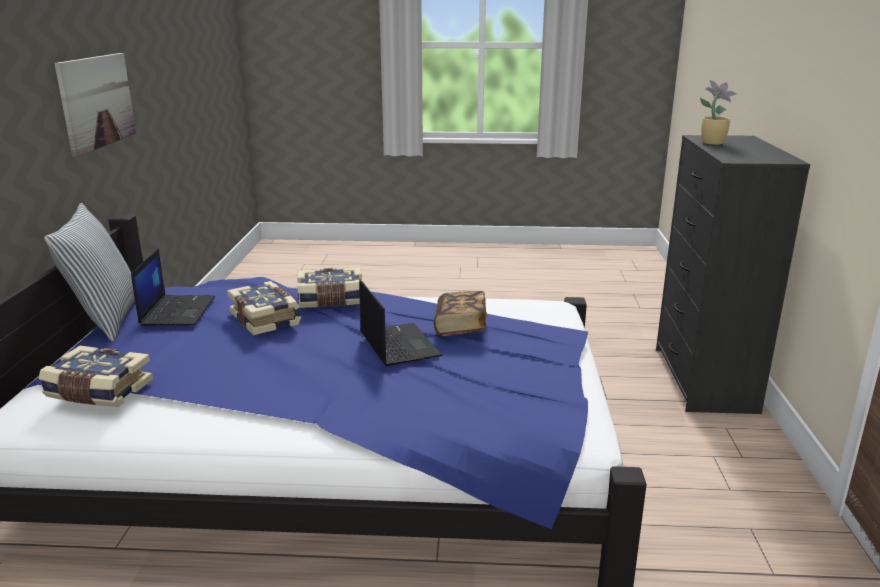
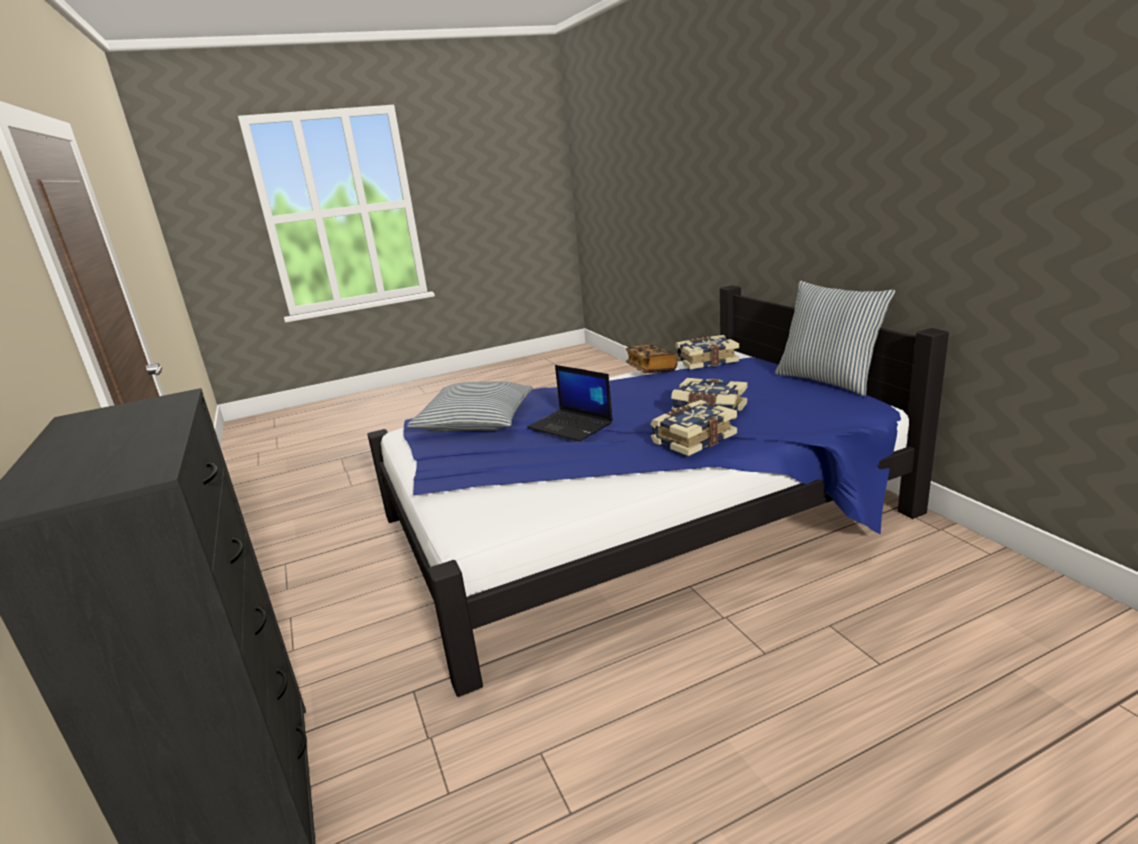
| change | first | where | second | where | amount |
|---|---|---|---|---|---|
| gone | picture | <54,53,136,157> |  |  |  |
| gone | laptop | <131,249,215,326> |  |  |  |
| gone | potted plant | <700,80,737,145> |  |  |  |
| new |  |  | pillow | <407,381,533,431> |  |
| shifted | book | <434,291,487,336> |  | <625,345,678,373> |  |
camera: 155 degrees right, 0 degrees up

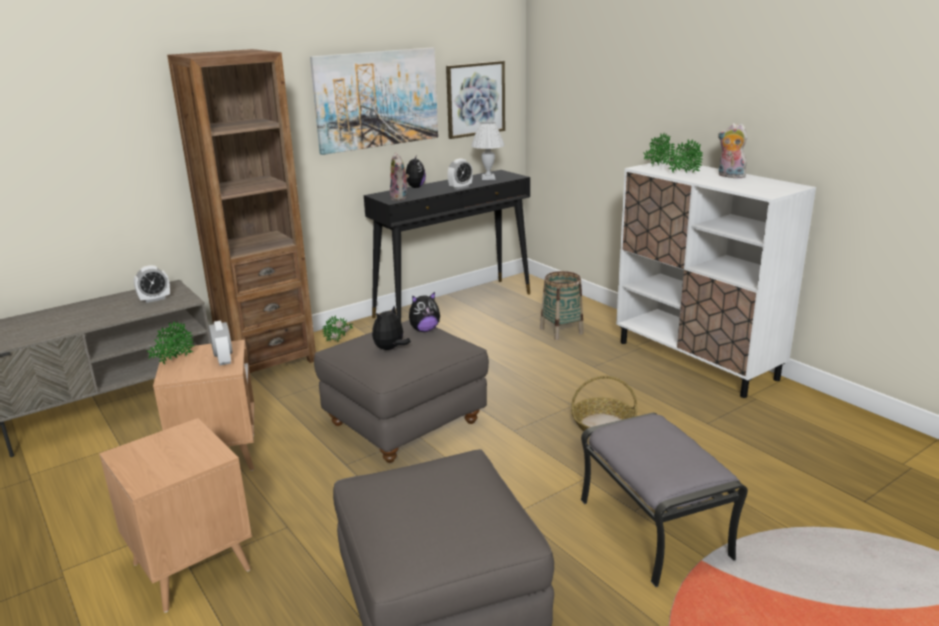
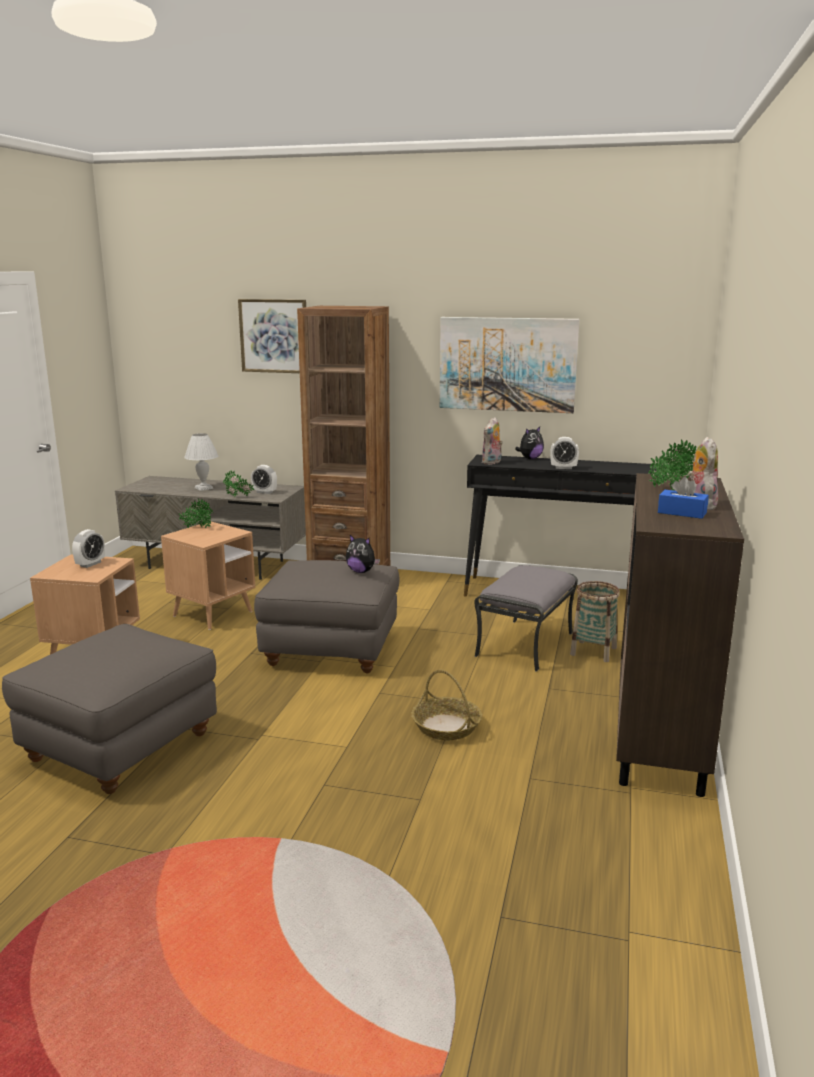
| change | first | where | second | where | amount |
|---|---|---|---|---|---|
| gone | plush toy | <372,306,411,350> |  |  |  |
| new |  |  | tissue box (blue) | <658,477,709,519> |  |
| shifted | alarm clock | <208,320,232,365> |  | <72,529,105,568> |  |
| shifted | potted plant | <323,315,353,342> |  | <223,470,254,497> |  |
| shifted | picture | <446,61,505,139> |  | <238,299,306,373> |  |
| shifted | table lamp (white) | <471,122,505,180> |  | <184,433,218,491> |  |
| shifted | ottoman (grey) | <581,413,748,587> |  | <474,565,578,671> |  |
| repainted | cabinet (white) | <616,159,816,398> | cabinet (brown) | <616,473,744,797> |  |
camera: 50 degrees right, 5 degrees down

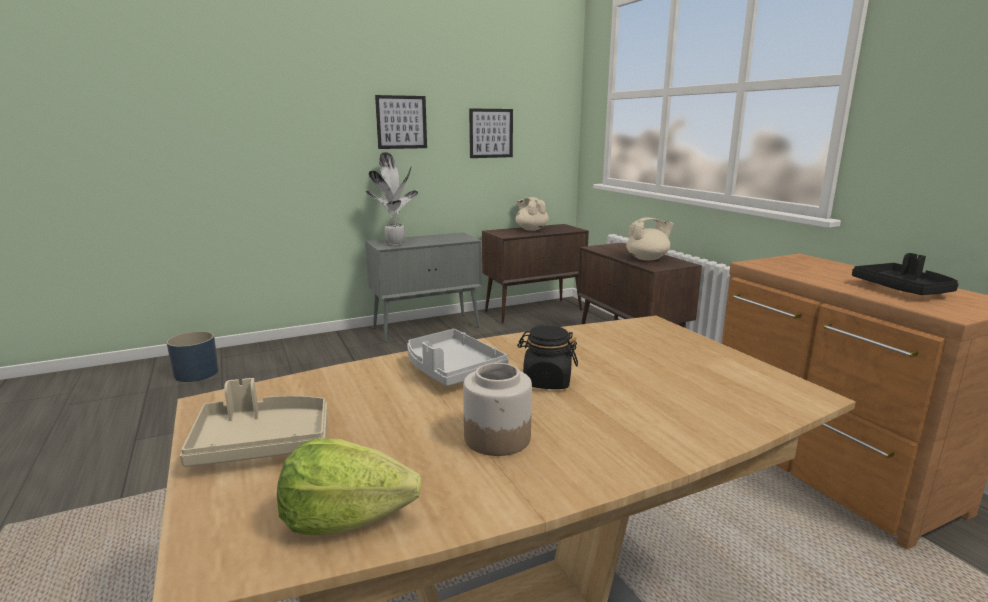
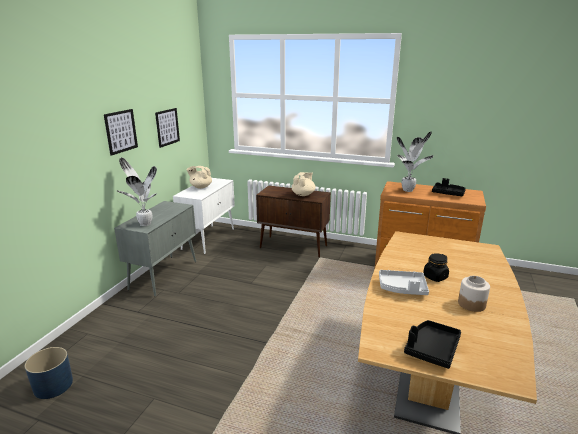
| change | first | where | second | where | amount |
|---|---|---|---|---|---|
| gone | lettuce | <277,439,422,535> |  |  |  |
| new |  |  | potted plant | <397,132,434,192> |  |
| repainted | tray (beige) | <180,378,327,467> | tray (black) | <404,320,461,369> |  |
| repainted | cabinet (brown) | <482,224,589,324> | cabinet (white) | <173,178,235,254> |  |
camera: 45 degrees left, 5 degrees up

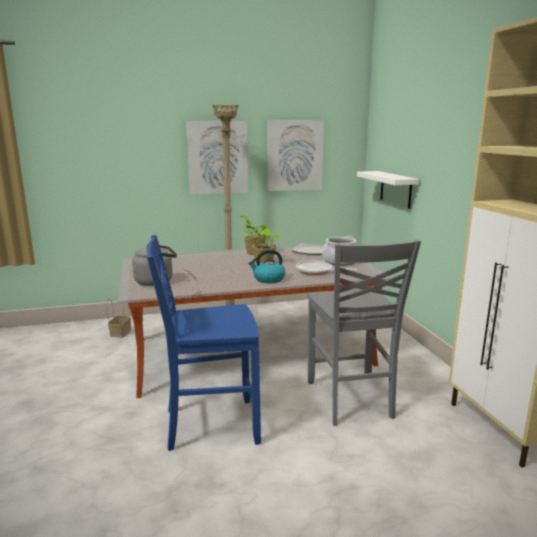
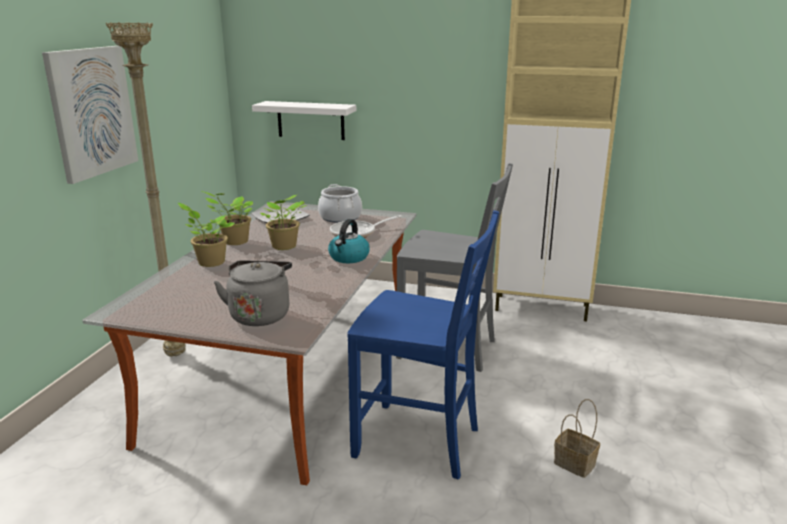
| change | first | where | second | where | amount |
|---|---|---|---|---|---|
| gone | picture | <267,120,324,191> |  |  |  |
| new |  |  | potted plant | <178,203,235,267> |  |
| shifted | basket | <107,299,131,338> |  | <554,399,600,478> |  |
| rotated | chair (blue) | <147,235,261,451> |  | <347,210,499,480> | 90 degrees counterclockwise |
camera: 60 degrees left, 5 degrees up

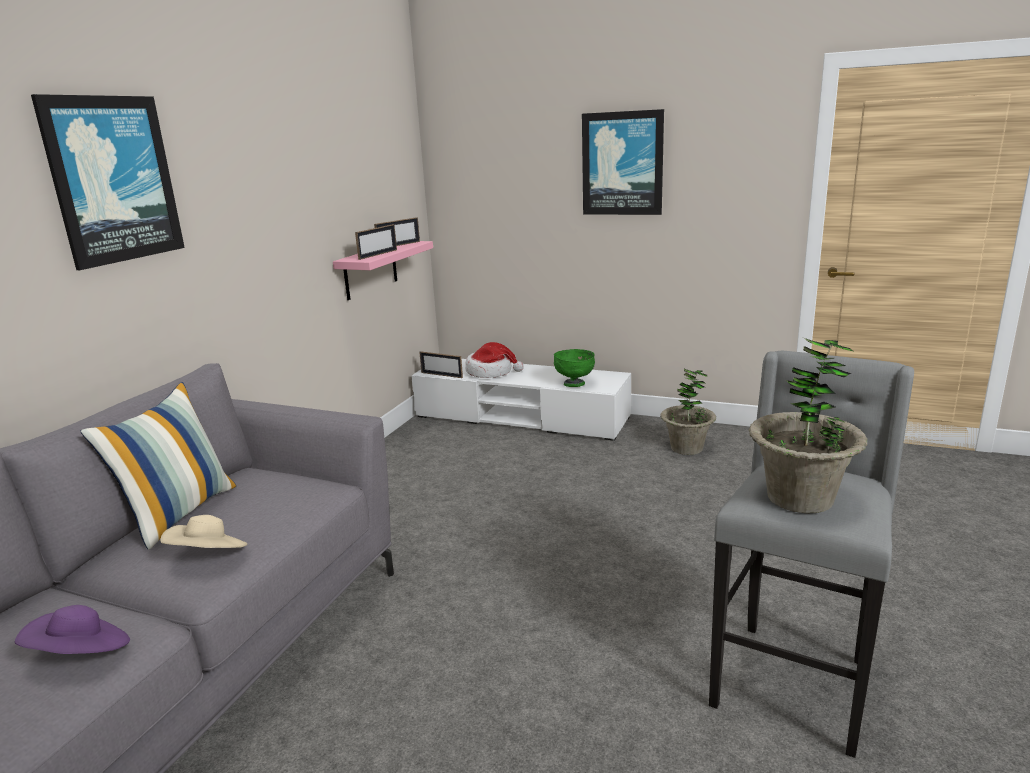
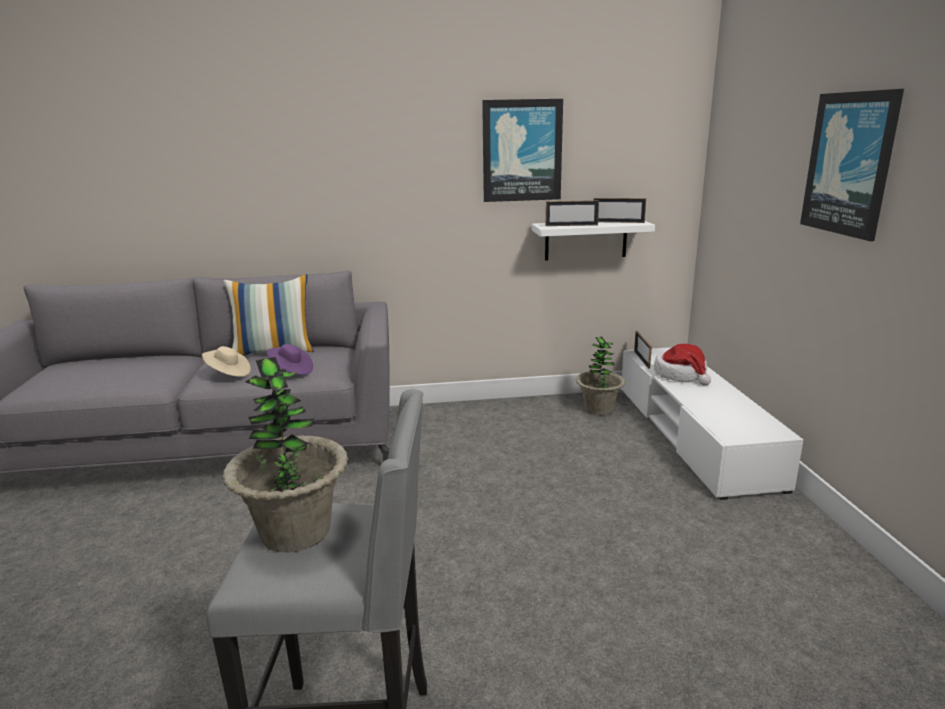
| change | first | where | second | where | amount |
|---|---|---|---|---|---|
| gone | bowl (green) | <554,349,595,387> |  |  |  |
| shifted | hat (purple) | <15,605,130,654> |  | <267,344,313,375> |  |
| shifted | picture | <31,94,185,270> |  | <482,99,563,202> |  |
| shifted | potted plant | <660,368,716,455> |  | <576,337,625,415> |  |
| repainted | shelf (pink) | <333,241,433,300> | shelf (white) | <532,221,655,261> |  |
camera: 60 degrees right, 0 degrees up

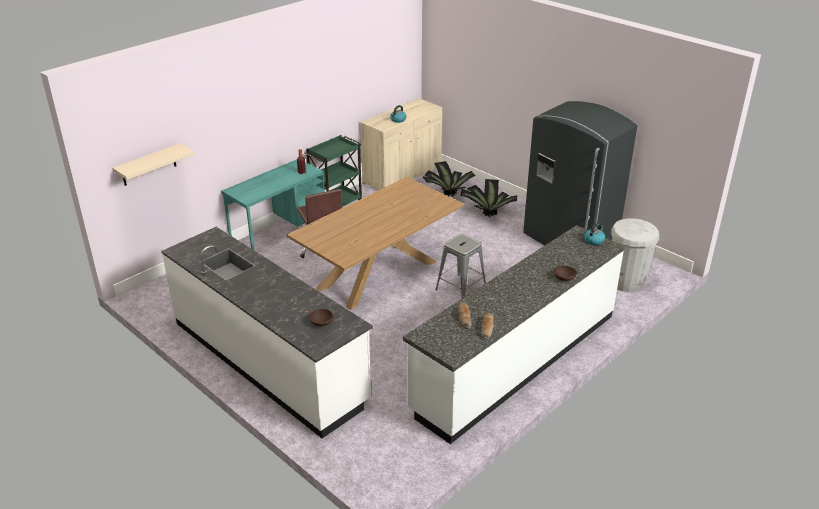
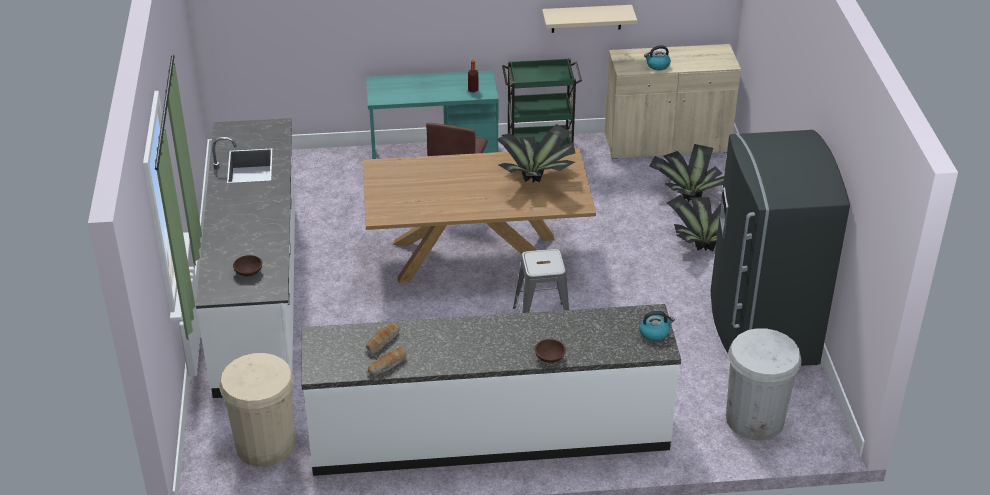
| change | first | where | second | where | amount |
|---|---|---|---|---|---|
| new |  |  | trash can (beige) | <219,353,295,467> |  |
| new |  |  | potted plant | <497,124,575,183> |  |
| shifted | shelf (beige) | <112,143,195,186> |  | <542,5,637,33> |  |
camera: 40 degrees right, 5 degrees up

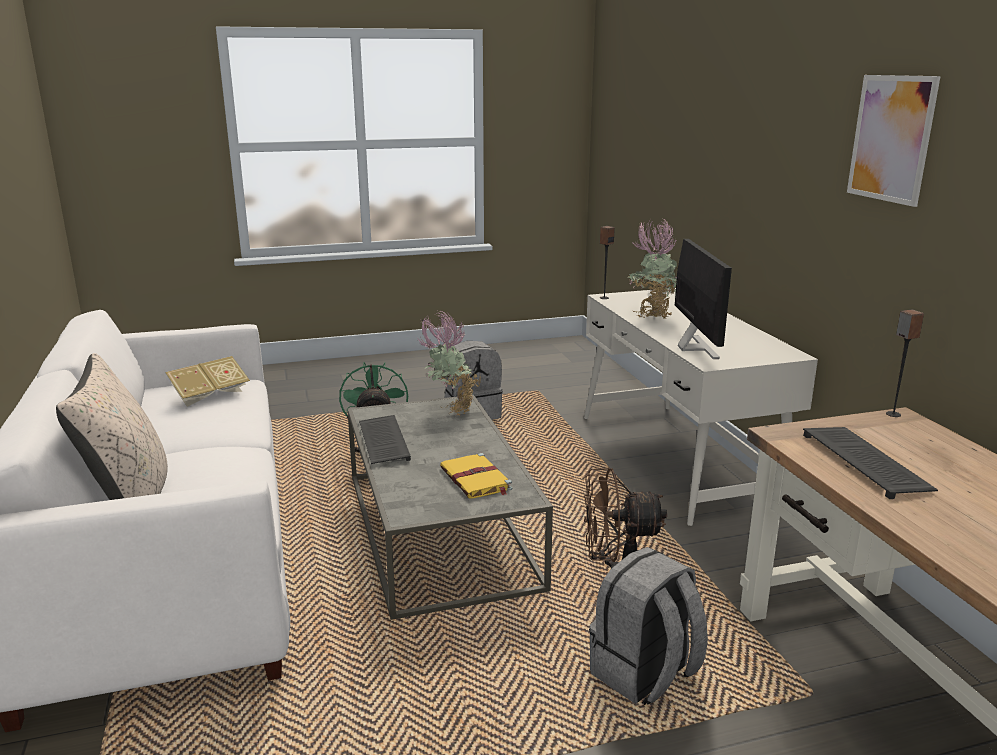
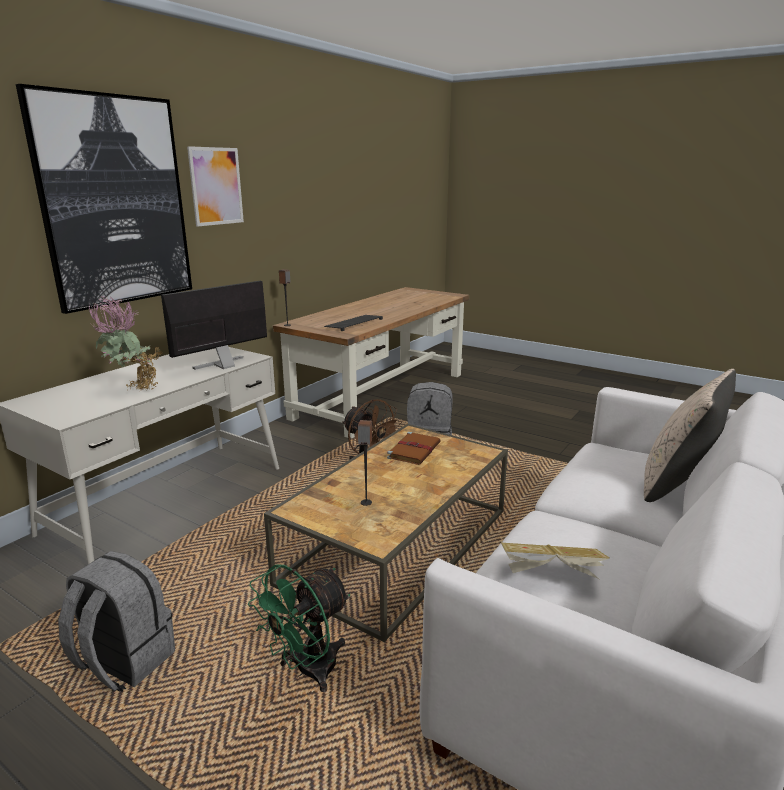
| change | first | where | second | where | amount |
|---|---|---|---|---|---|
| gone | keyboard | <359,415,411,464> |  |  |  |
| gone | potted plant | <418,310,481,416> |  |  |  |
| new |  |  | picture | <16,84,192,314> |  |
| shifted | speaker | <600,226,615,299> |  | <358,420,372,506> |  |
| repainted | coffee table (grey) | <347,395,553,620> | coffee table (brown) | <264,424,508,642> |  |
| repainted | book (yellow) | <440,453,512,499> | book (brown) | <387,432,441,465> |  |
camera: 130 degrees left, 0 degrees up

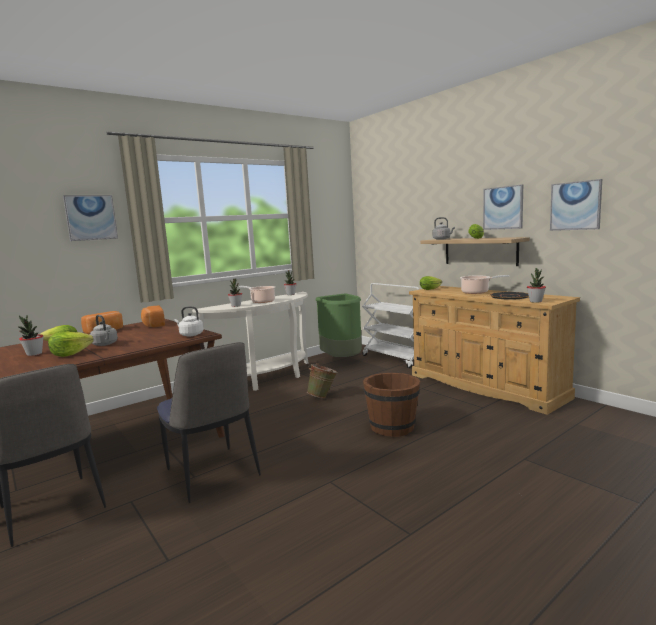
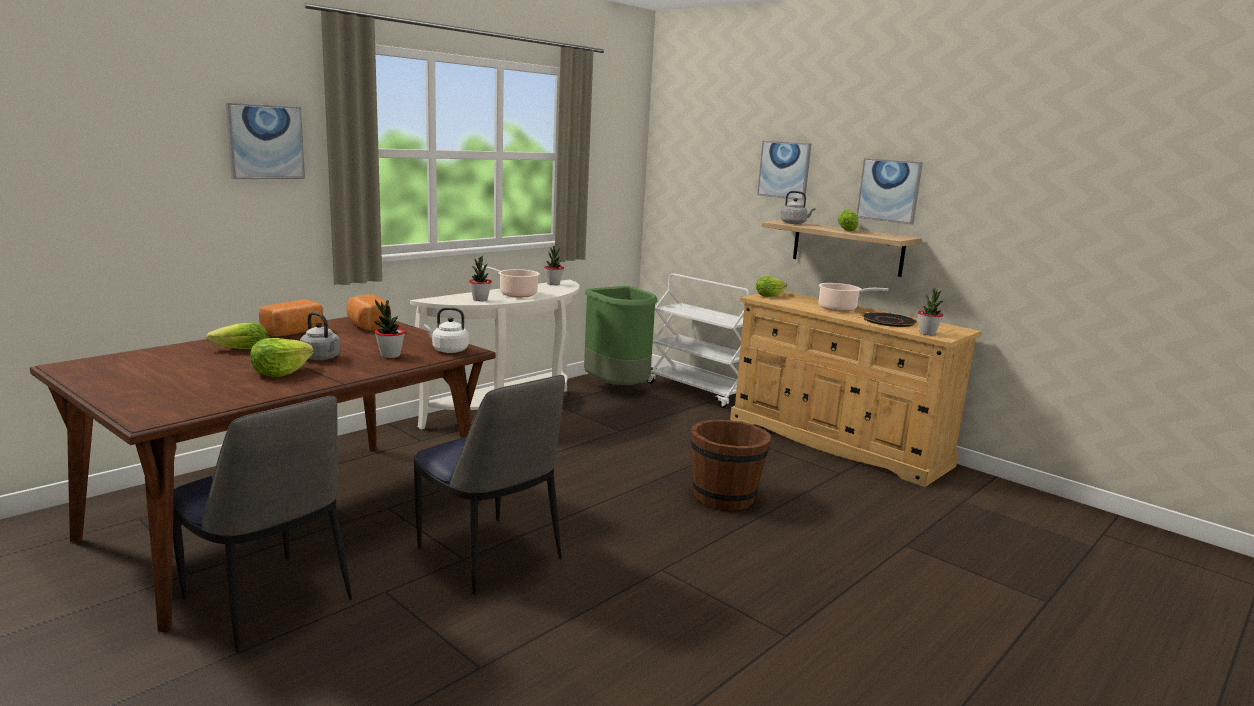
| change | first | where | second | where | amount |
|---|---|---|---|---|---|
| gone | bucket (green) | <307,363,338,398> |  |  |  |
| shifted | potted plant | <19,315,44,356> |  | <374,299,405,358> |  |
| shifted | picture | <550,179,602,231> |  | <757,141,812,200> |  |
camera: 10 degrees left, 5 degrees up

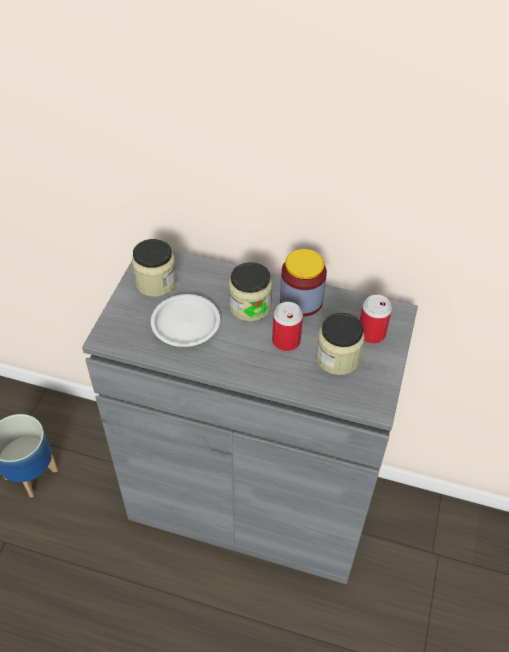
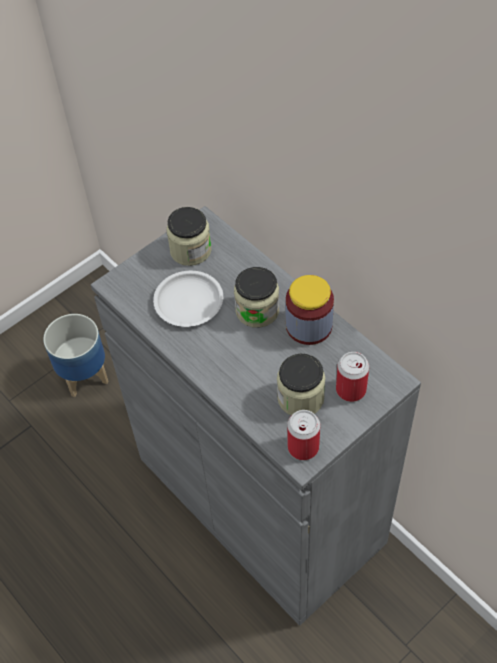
| change | first | where | second | where | amount |
|---|---|---|---|---|---|
| shifted | can | <272,302,303,351> |  | <287,410,320,460> |  |
camera: 35 degrees right, 5 degrees up

